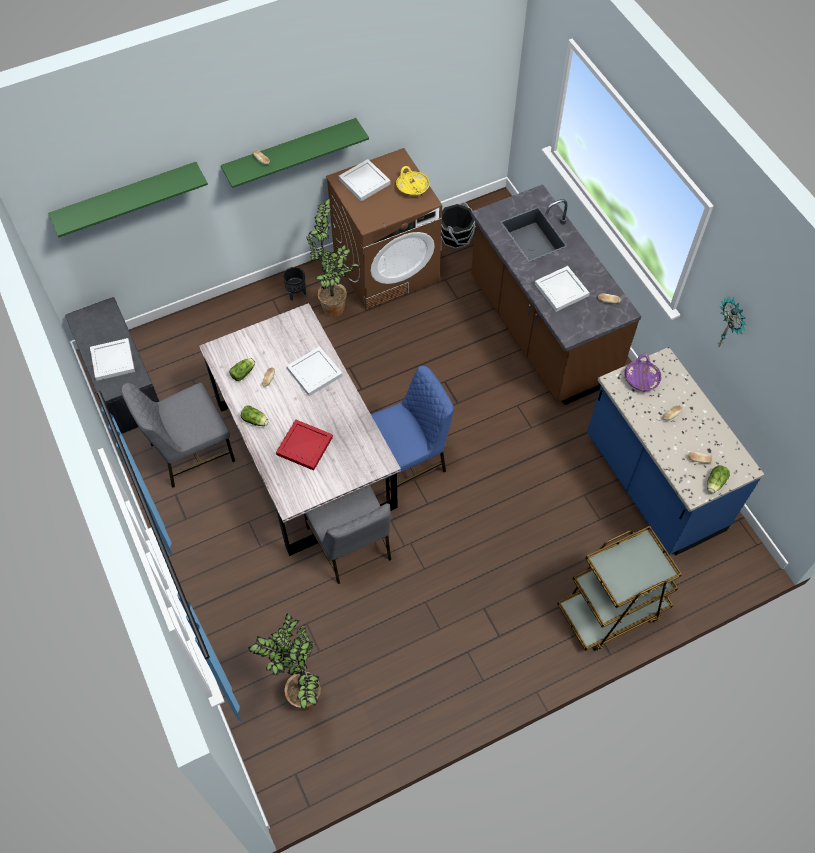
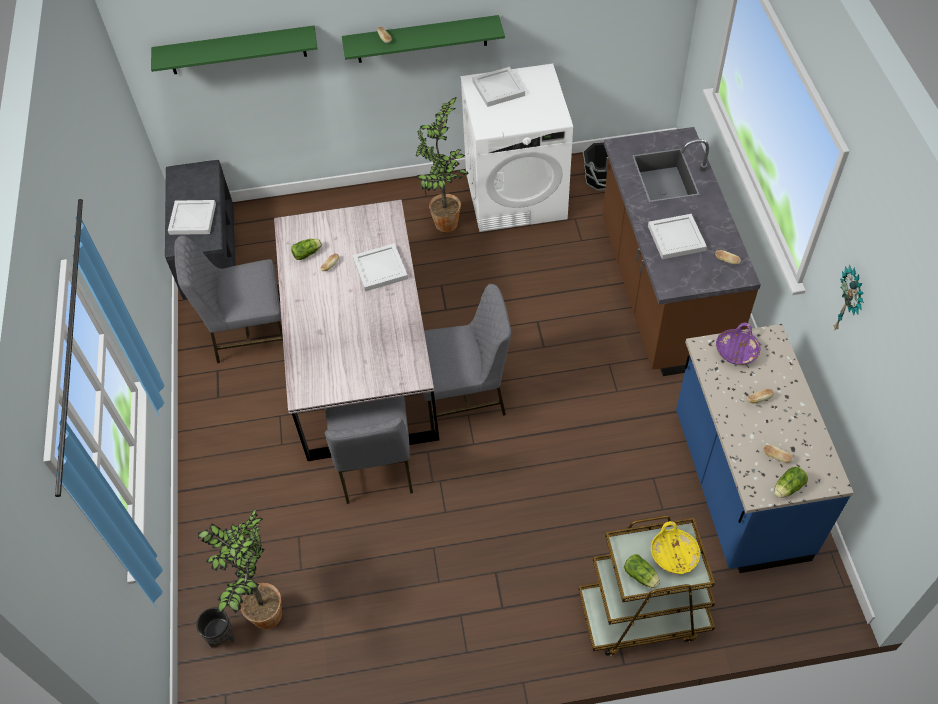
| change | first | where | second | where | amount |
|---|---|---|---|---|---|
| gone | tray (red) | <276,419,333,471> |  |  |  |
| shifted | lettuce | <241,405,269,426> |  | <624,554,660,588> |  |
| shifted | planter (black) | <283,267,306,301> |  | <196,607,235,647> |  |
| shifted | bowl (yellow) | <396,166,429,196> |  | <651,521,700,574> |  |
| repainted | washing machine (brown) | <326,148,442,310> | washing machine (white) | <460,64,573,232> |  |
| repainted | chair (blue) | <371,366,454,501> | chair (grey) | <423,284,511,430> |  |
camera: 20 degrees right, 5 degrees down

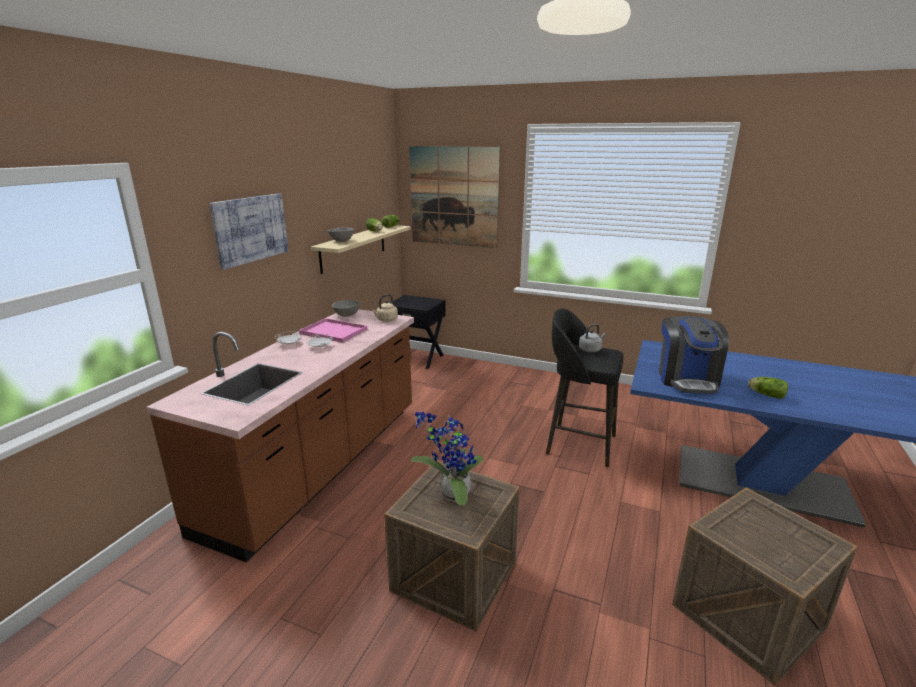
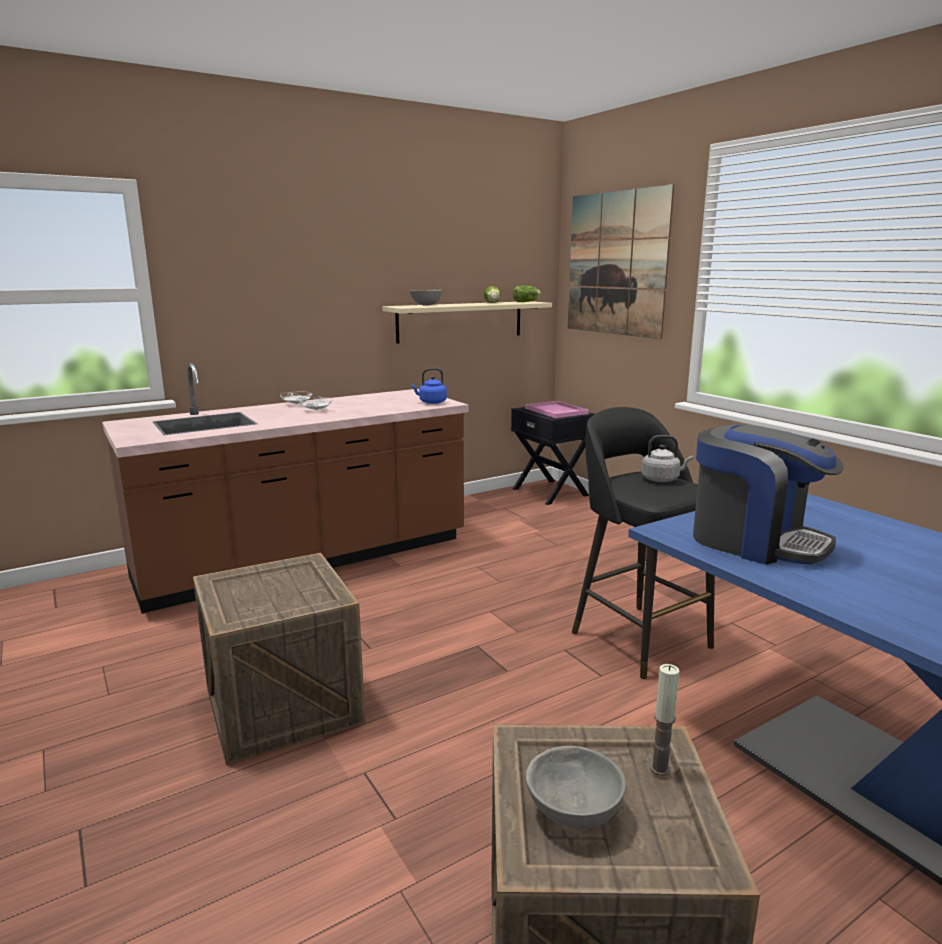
| change | first | where | second | where | amount |
|---|---|---|---|---|---|
| gone | picture | <209,193,289,270> |  |  |  |
| gone | potted plant | <411,412,484,506> |  |  |  |
| gone | lettuce | <748,377,788,399> |  |  |  |
| new |  |  | candle | <650,664,680,776> |  |
| shifted | tray (pink) | <299,318,367,343> |  | <525,401,589,418> |  |
| shifted | bowl (grey) | <332,300,360,317> |  | <526,746,626,829> |  |
| repainted | kettle (beige) | <372,294,398,322> | kettle (blue) | <411,368,447,404> |  |
| rotated | coffee machine | <659,316,729,394> |  | <693,424,844,565> | 90 degrees counterclockwise |
camera: 35 degrees right, 5 degrees down

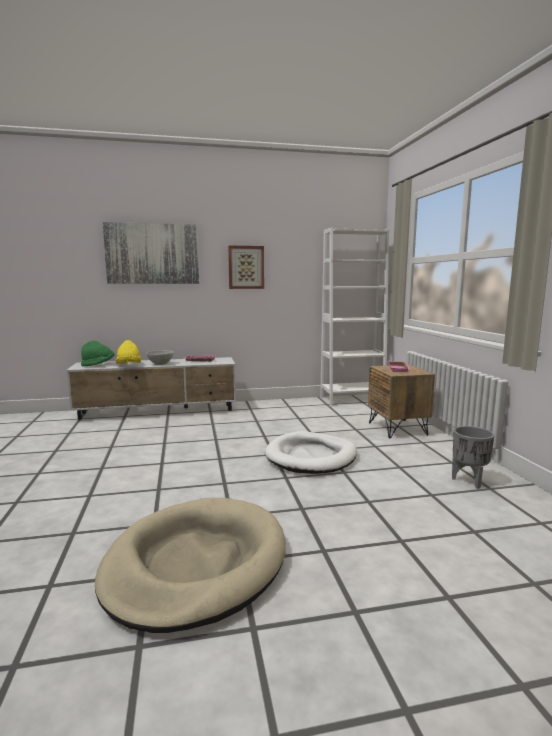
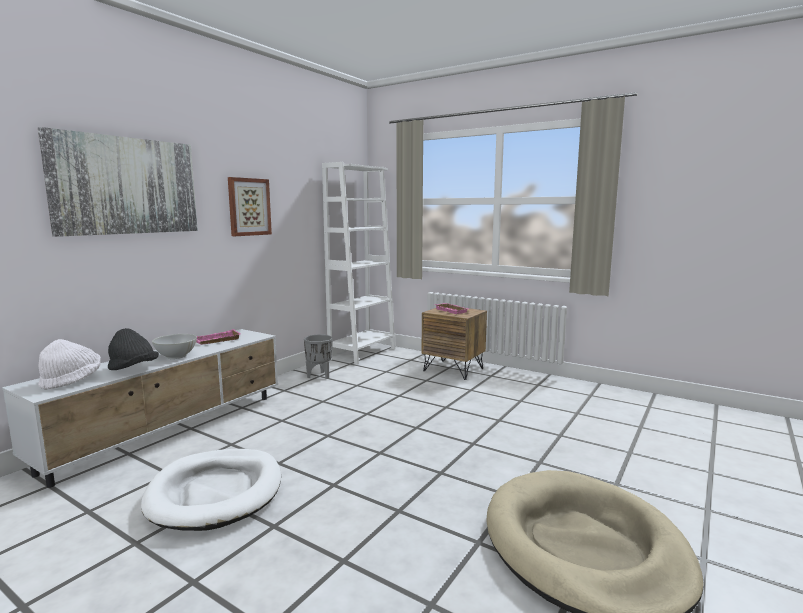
| change | first | where | second | where | amount |
|---|---|---|---|---|---|
| shifted | dog bed (white) | <265,431,357,474> |  | <141,449,281,531> |  |
| shifted | planter (grey) | <452,426,494,489> |  | <304,334,333,379> |  |
| repainted | hat (green) | <81,340,114,366> | hat (white) | <38,339,101,390> |  |
| repainted | hat (yellow) | <116,340,141,364> | hat (black) | <108,328,159,370> |  |
camera: 45 degrees left, 0 degrees up

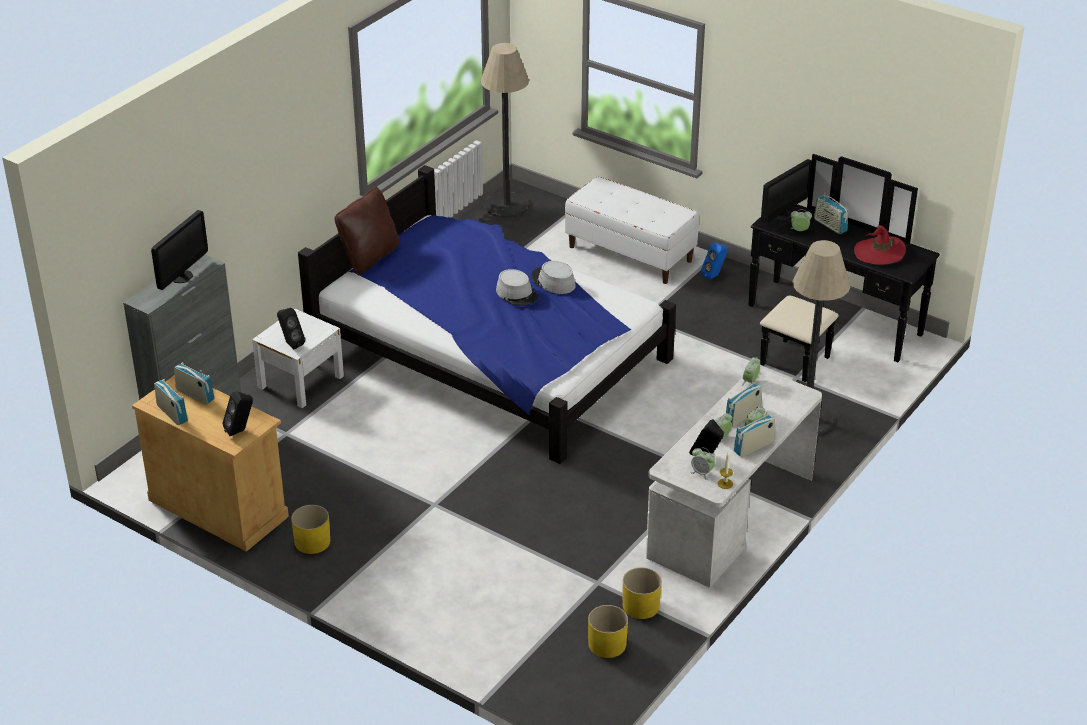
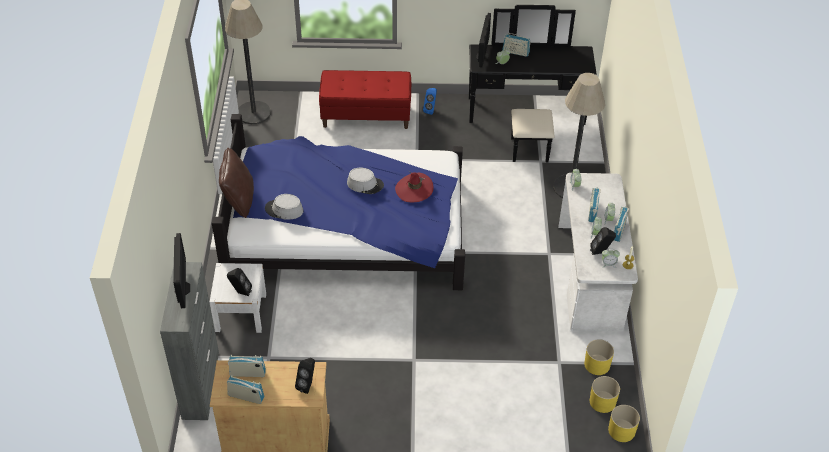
| change | first | where | second | where | amount |
|---|---|---|---|---|---|
| shifted | planter (yellow) | <291,505,330,554> |  | <608,405,640,442> |  |
| shifted | hat (grey) | <531,261,576,294> |  | <265,194,303,220> |  |
| shifted | hat (red) | <854,225,906,265> |  | <395,170,434,202> |  |
| repainted | bench (white) | <565,176,699,284> | bench (red) | <319,70,411,129> |  |
camera: 35 degrees left, 10 degrees up

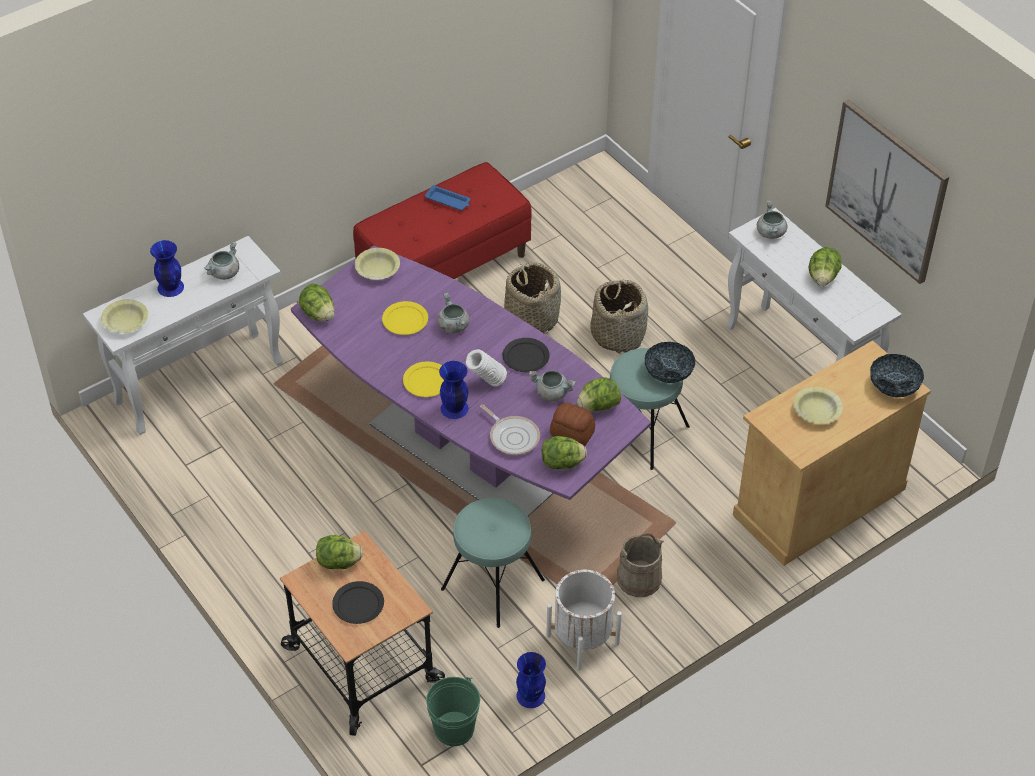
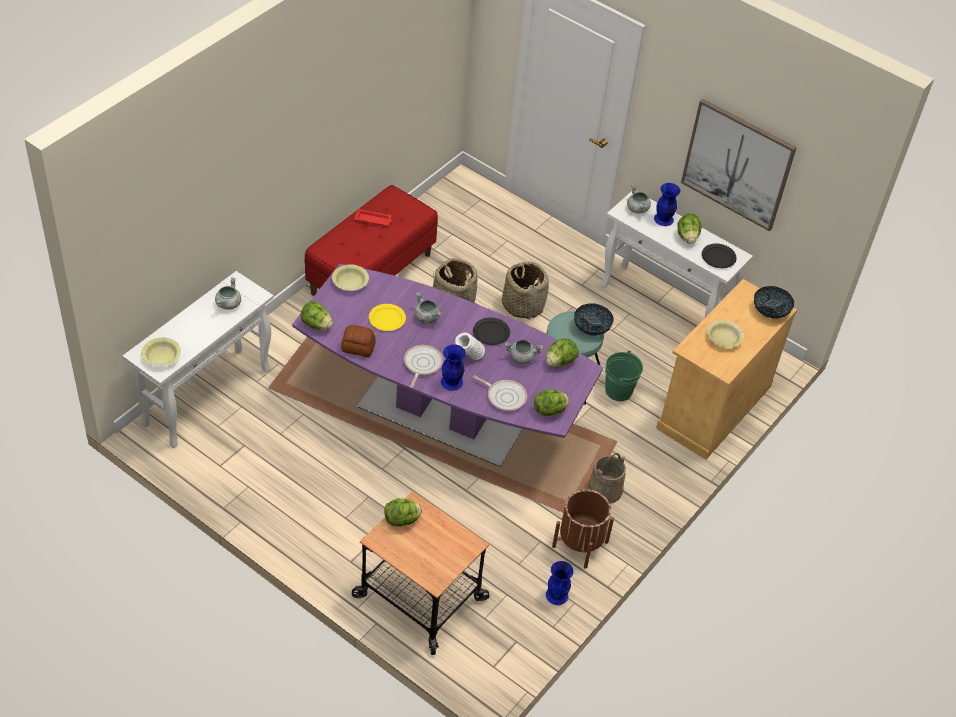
| change | first | where | second | where | amount |
|---|---|---|---|---|---|
| gone | stool (turquoise) | <441,498,545,628> |  |  |  |
| shifted | vase (blue) | <150,240,184,297> |  | <654,183,680,226> |  |
| shifted | plate (black) | <332,581,384,624> |  | <702,244,737,268> |  |
| shifted | bucket (green) | <426,677,480,746> |  | <605,351,643,401> |  |
| shifted | bread | <550,403,595,446> |  | <341,325,376,357> |  |
| swapped | plate (yellow) | <403,362,444,397> | frying pan | <404,345,443,388> |  |
| repainted | tray (blue) | <425,185,471,210> | tray (red) | <354,209,392,226> |  |
| repainted | planter (white) | <546,570,622,670> | planter (brown) | <552,489,614,569> |  |
camera: 20 degrees left, 0 degrees up

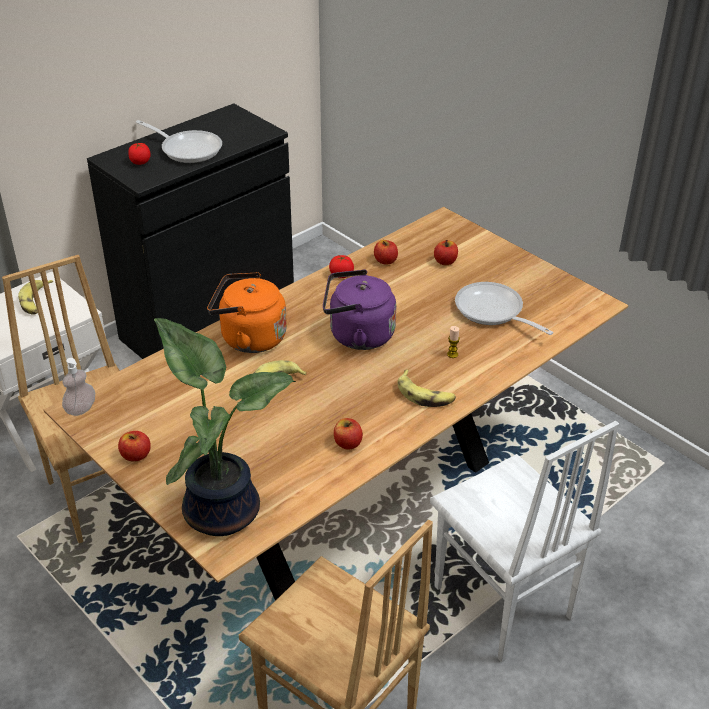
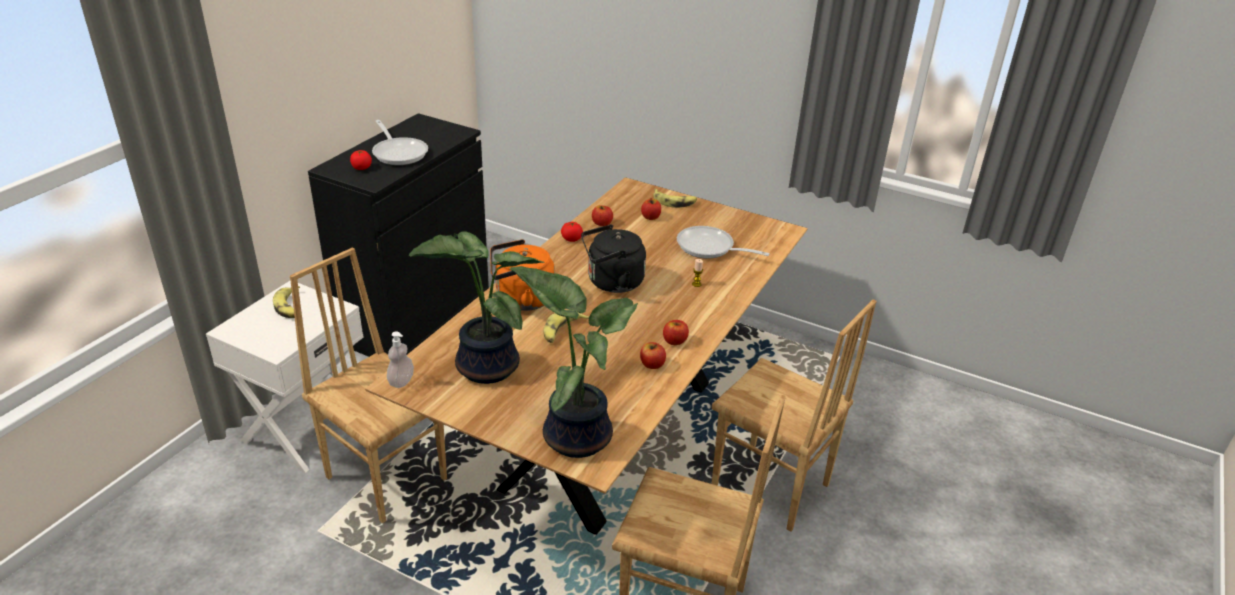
| change | first | where | second | where | amount |
|---|---|---|---|---|---|
| new |  |  | potted plant | <409,231,545,384> |  |
| shifted | apple | <118,431,151,461> |  | <663,320,689,345> |  |
| shifted | banana | <398,370,456,407> |  | <653,189,697,208> |  |
| repainted | kettle (purple) | <323,269,396,350> | kettle (black) | <581,224,646,293> |  |
| repainted | chair (white) | <430,421,619,662> | chair (brown) | <712,299,877,532> |  |
| rotated | frying pan | <136,120,222,163> |  | <372,120,428,165> | 45 degrees clockwise |
camera: 20 degrees left, 5 degrees down

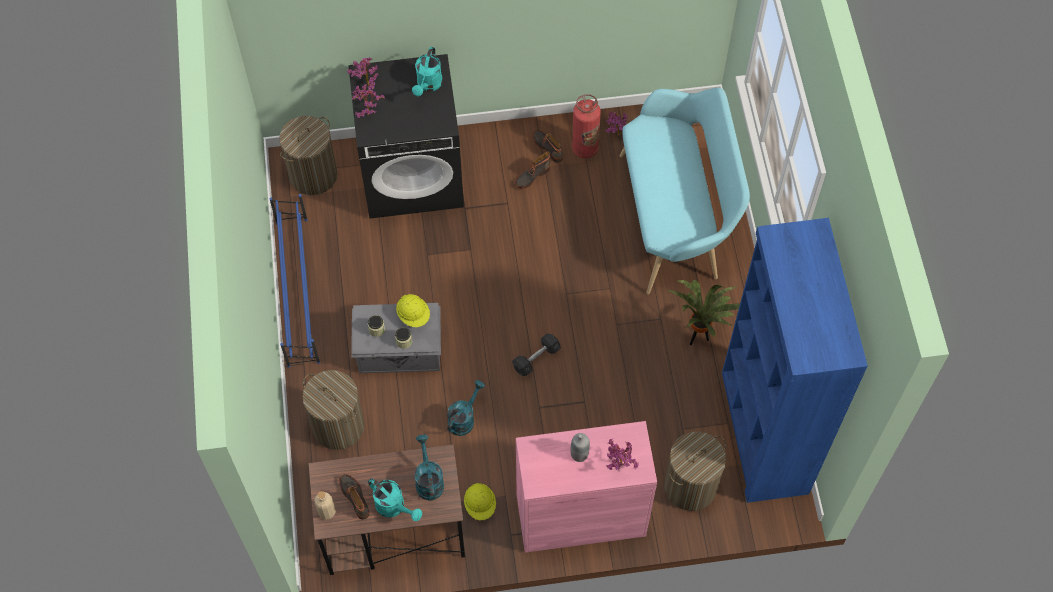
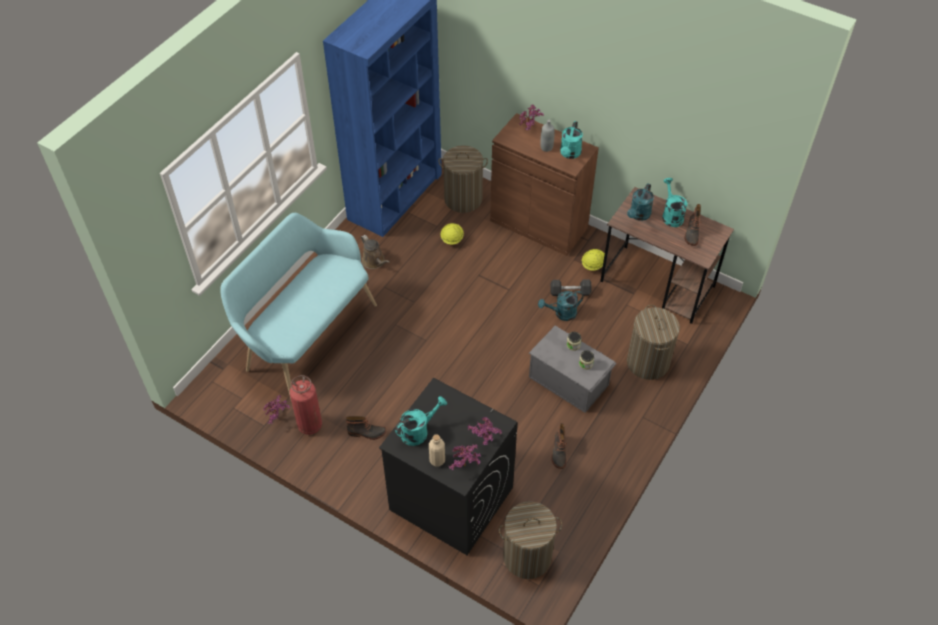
| change | first | where | second | where | amount |
|---|---|---|---|---|---|
| gone | shoe rack (blue) | <269,194,320,367> |  |  |  |
| new |  |  | watering can (turquoise) | <560,121,583,159> |  |
| shifted | bottle (beige) | <314,491,336,520> |  | <429,434,445,467> |  |
| shifted | hard hat (yellow) | <396,294,430,327> |  | <441,223,464,245> |  |
| shifted | dumbbell (grey) | <512,333,561,376> |  | <550,279,592,296> |  |
| shifted | boot | <533,130,563,163> |  | <551,423,567,469> |  |
| swapped | potted plant | <667,280,740,345> | watering can (brown) | <361,235,389,269> |  |
| repainted | cabinet (pink) | <516,421,657,553> | cabinet (brown) | <490,113,599,256> |  |
camera: 140 degrees left, 10 degrees down

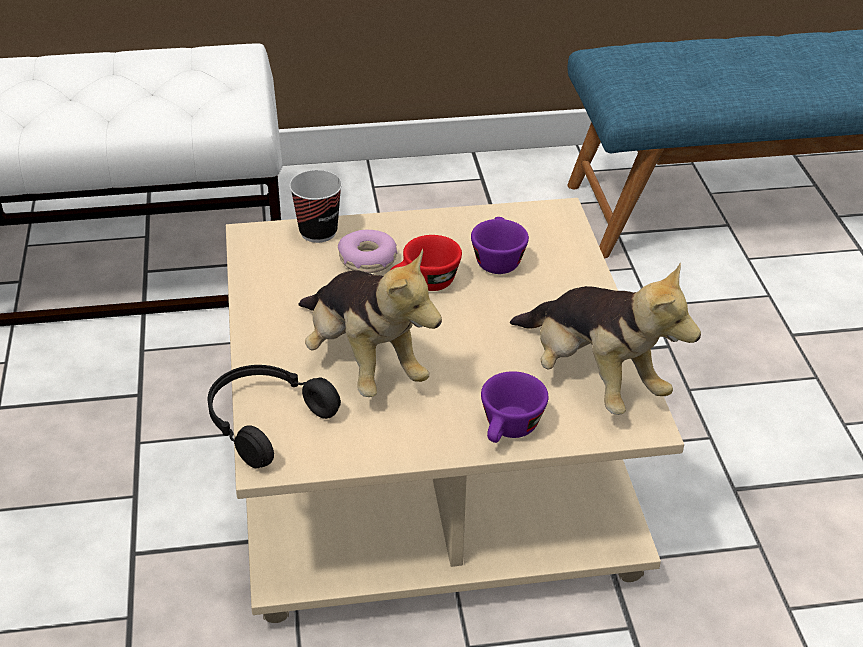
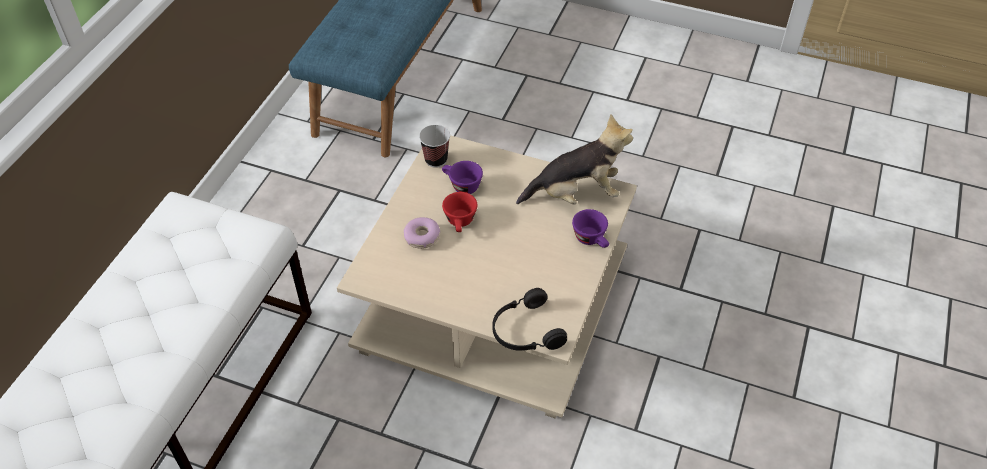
| change | first | where | second | where | amount |
|---|---|---|---|---|---|
| gone | plush toy | <298,249,442,397> |  |  |  |
| shifted | cup | <289,170,342,243> |  | <419,125,450,168> |  |
camera: 60 degrees left, 10 degrees up

